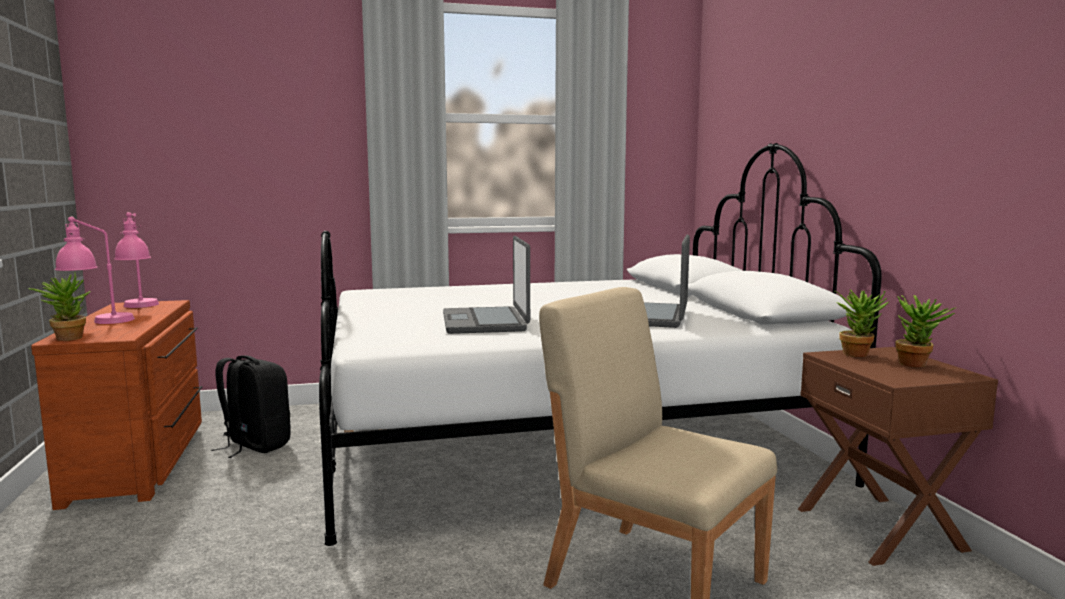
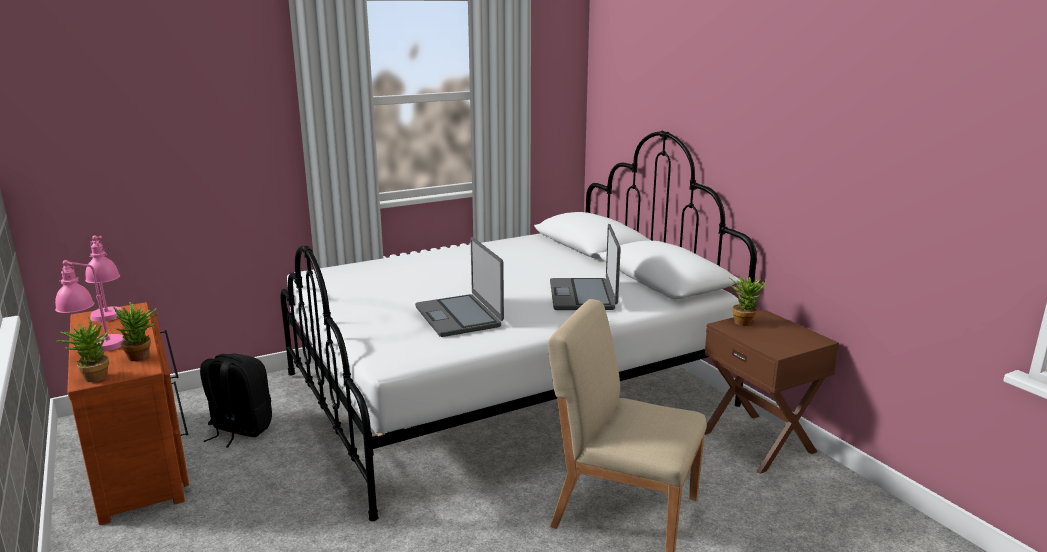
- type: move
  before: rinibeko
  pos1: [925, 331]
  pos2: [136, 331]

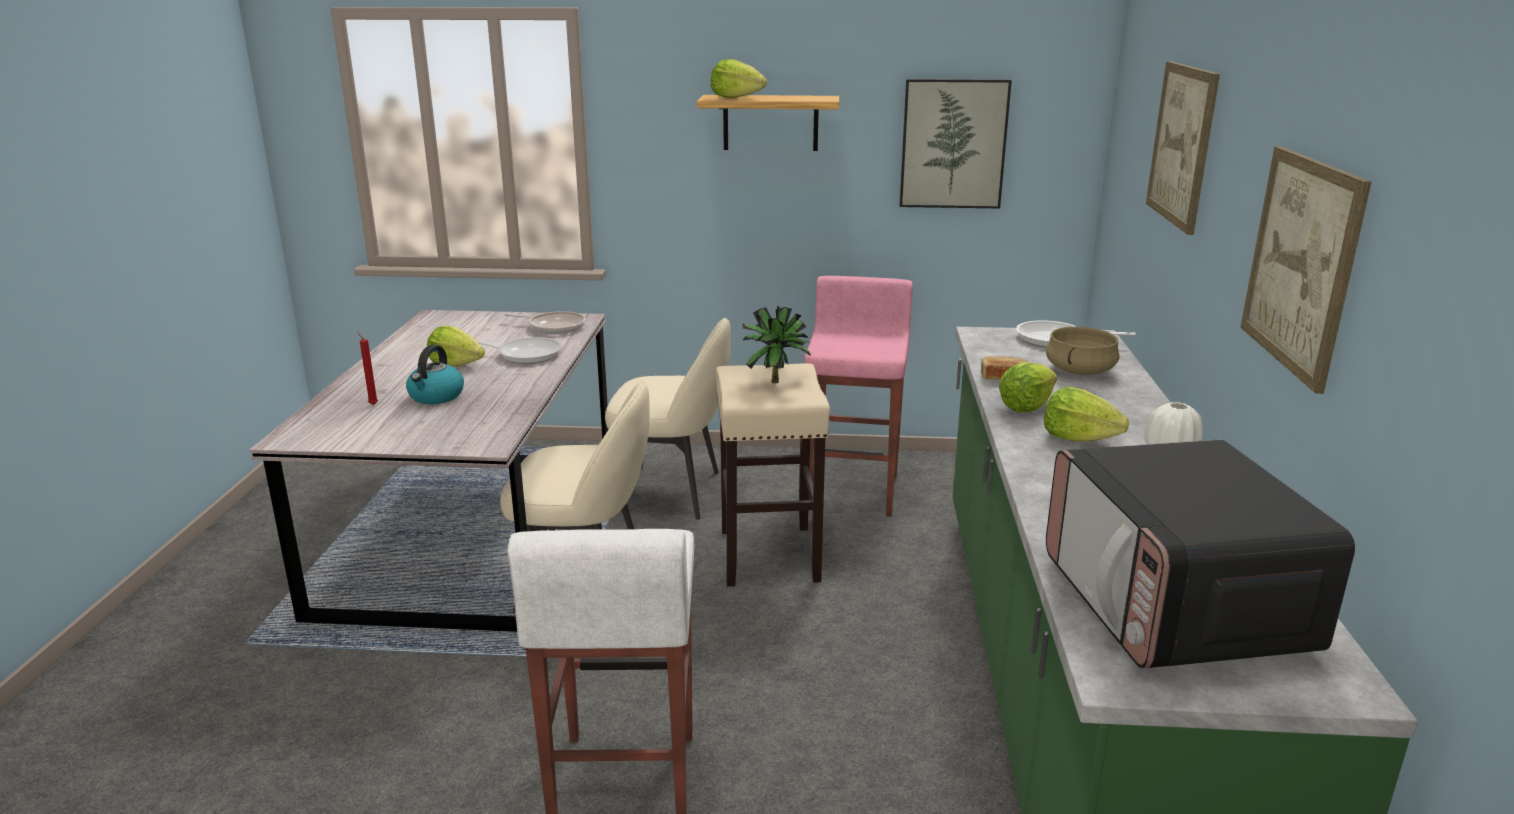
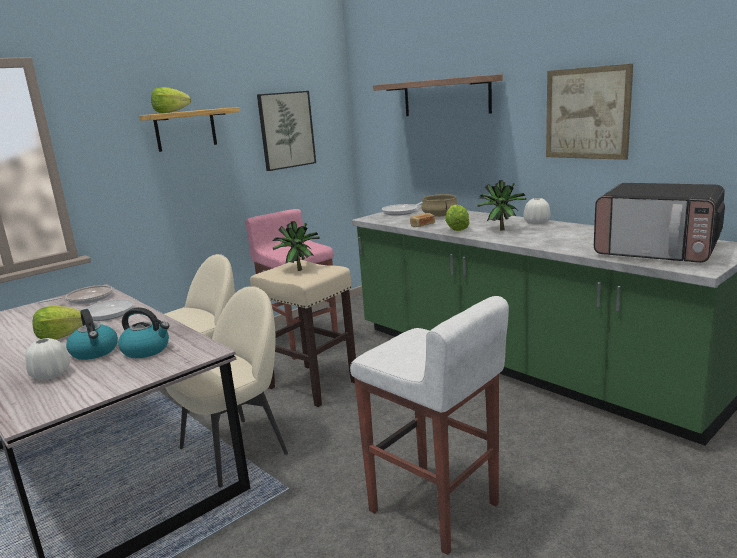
- type: insert
  after: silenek
  pos2: [144, 332]
- type: replace
  before: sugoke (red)
  after: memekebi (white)
  pos1: [368, 368]
  pos2: [47, 359]
- type: replace
  before: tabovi
  after: rinibeko
  pos1: [1086, 414]
  pos2: [502, 205]
- type: replace
  before: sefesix
  after: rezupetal
  pos1: [1183, 148]
  pos2: [438, 95]

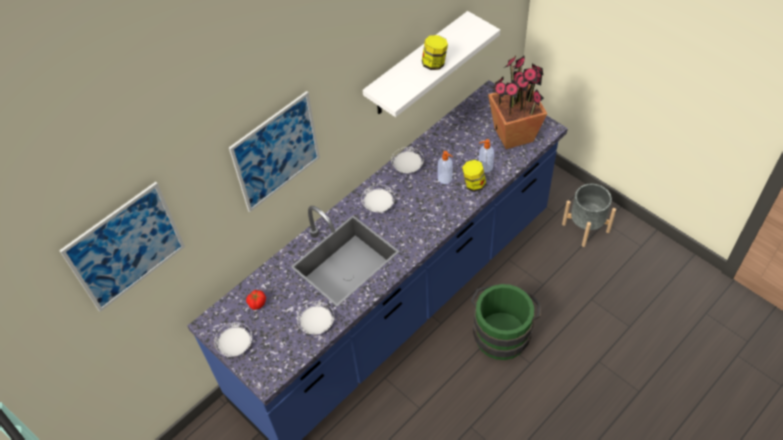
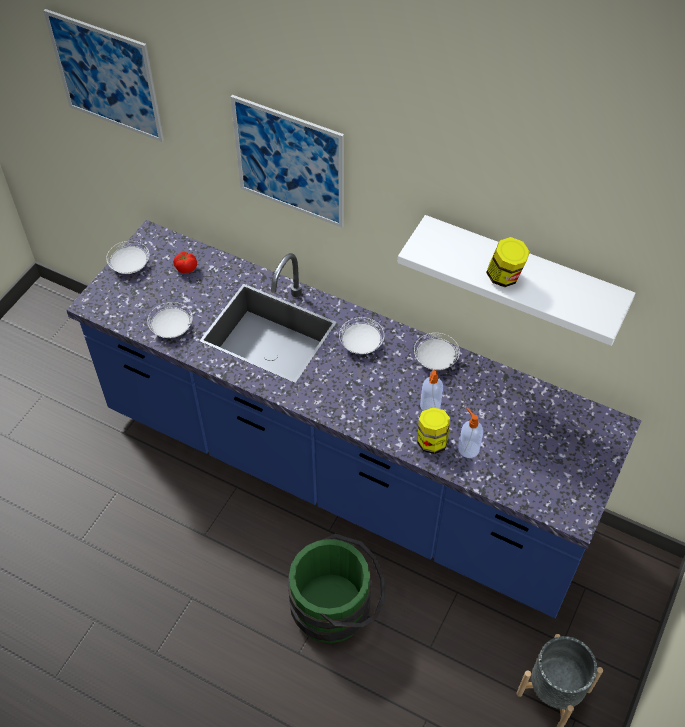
- type: delete
  before: rinibeko
  pos1: [517, 102]

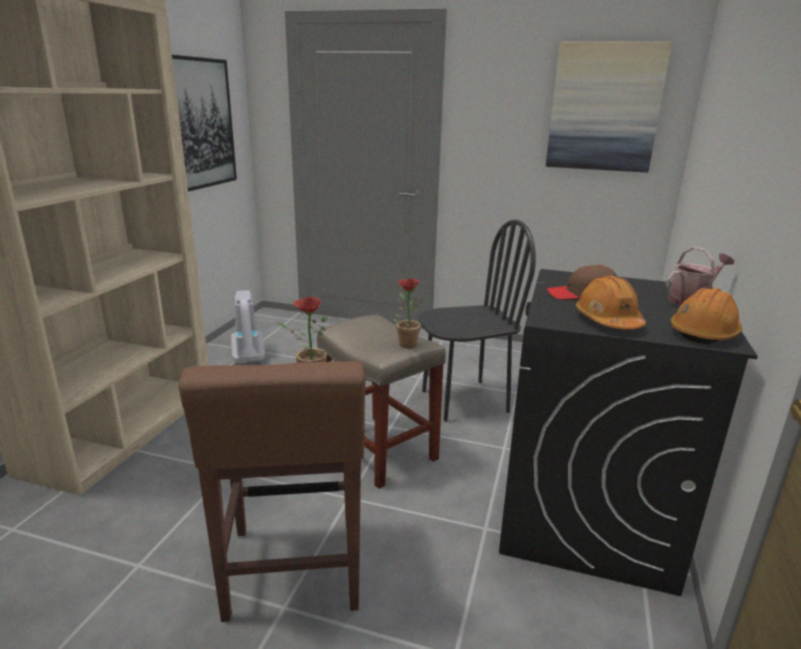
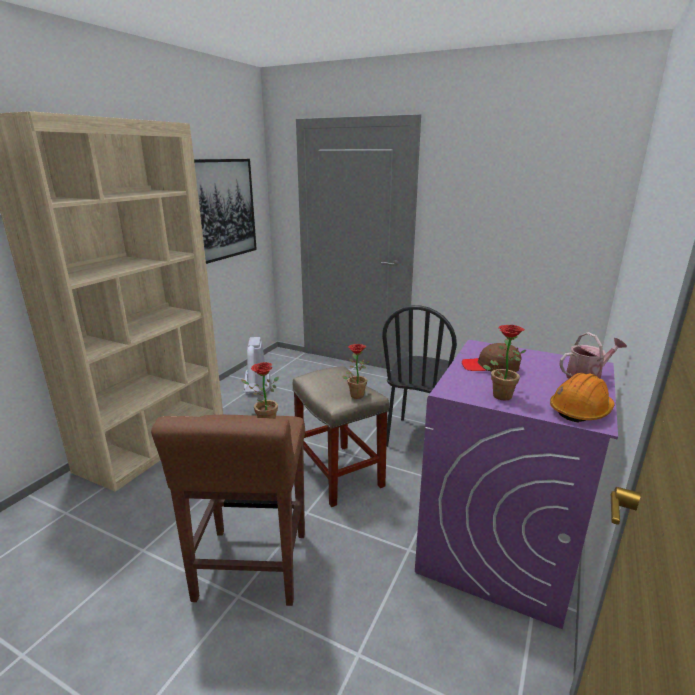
- type: delete
  before: sefesix
  pos1: [609, 106]
- type: replace
  before: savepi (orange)
  after: rinibeko
  pos1: [611, 302]
  pos2: [505, 362]
- type: recolor
  before: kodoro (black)
  after: kodoro (purple)
  pos1: [628, 432]
  pos2: [516, 484]
- type: rotate
  before: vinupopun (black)
  pos1: [477, 320]
  pos2: [419, 376]
  turn: 120

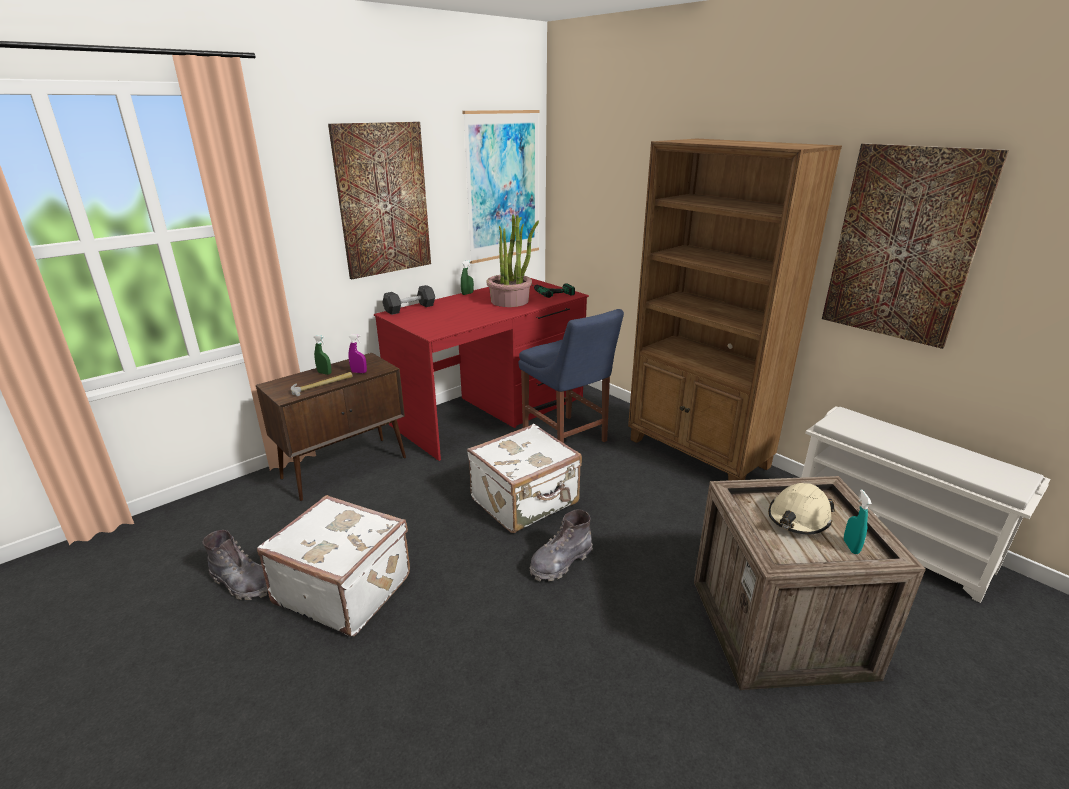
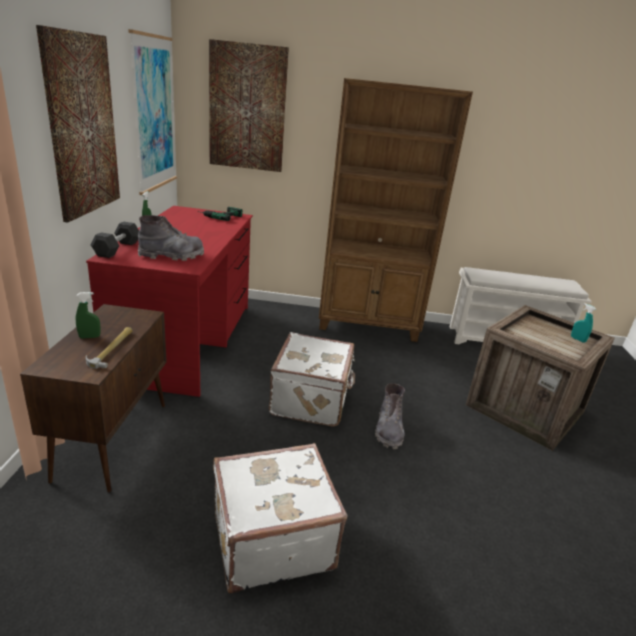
- type: delete
  before: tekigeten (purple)
  pos1: [357, 353]
- type: delete
  before: rinibeko
  pos1: [512, 260]
- type: delete
  before: vinupopun (blue)
  pos1: [571, 376]
- type: delete
  before: savepi (beige)
  pos1: [801, 508]
- type: move
  before: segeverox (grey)
  pos1: [235, 565]
  pos2: [171, 238]
- type: move
  before: sefesix
  pos1: [915, 246]
  pos2: [249, 105]

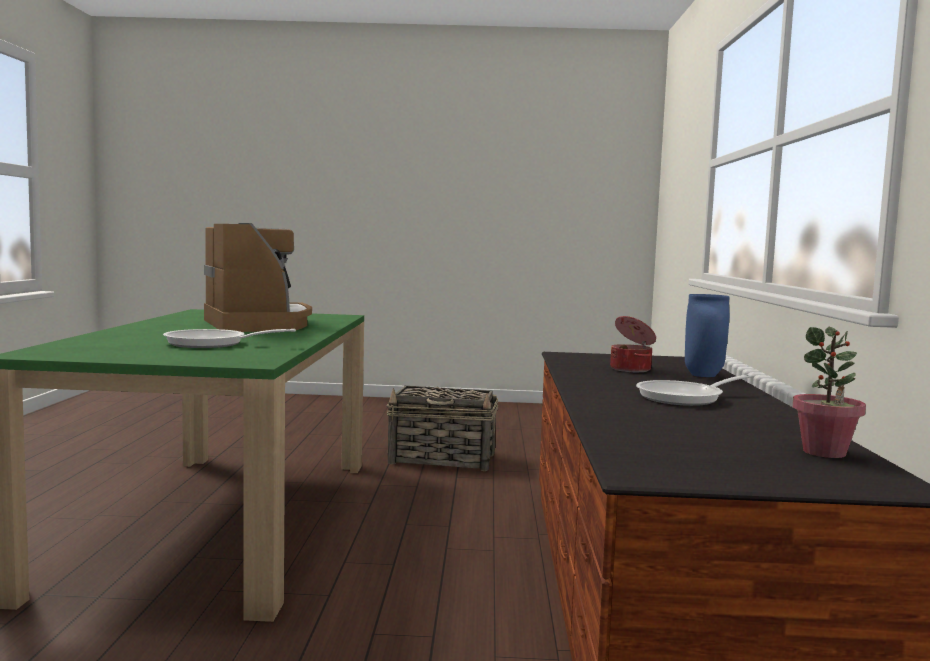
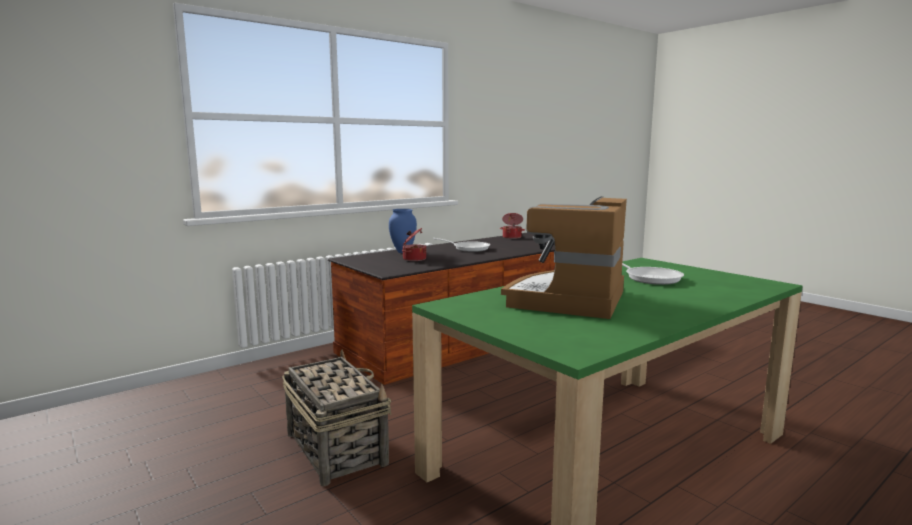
- type: replace
  before: rinibeko
  after: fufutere
  pos1: [829, 392]
  pos2: [512, 226]

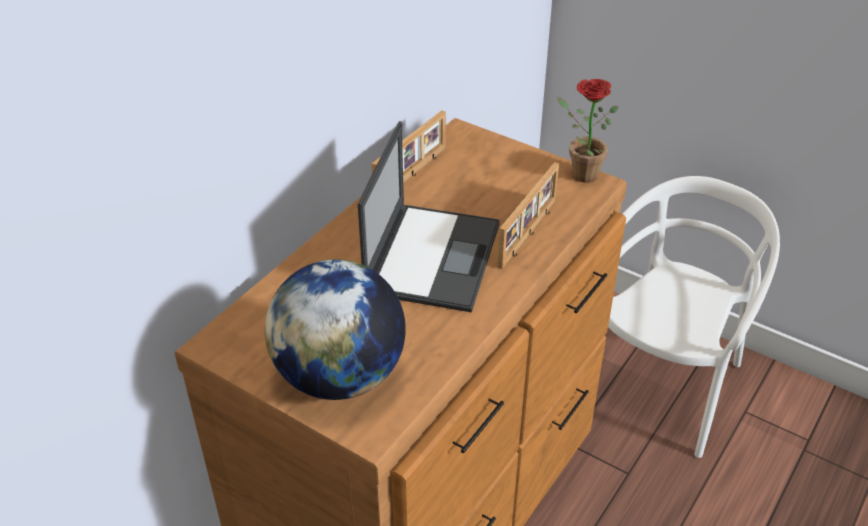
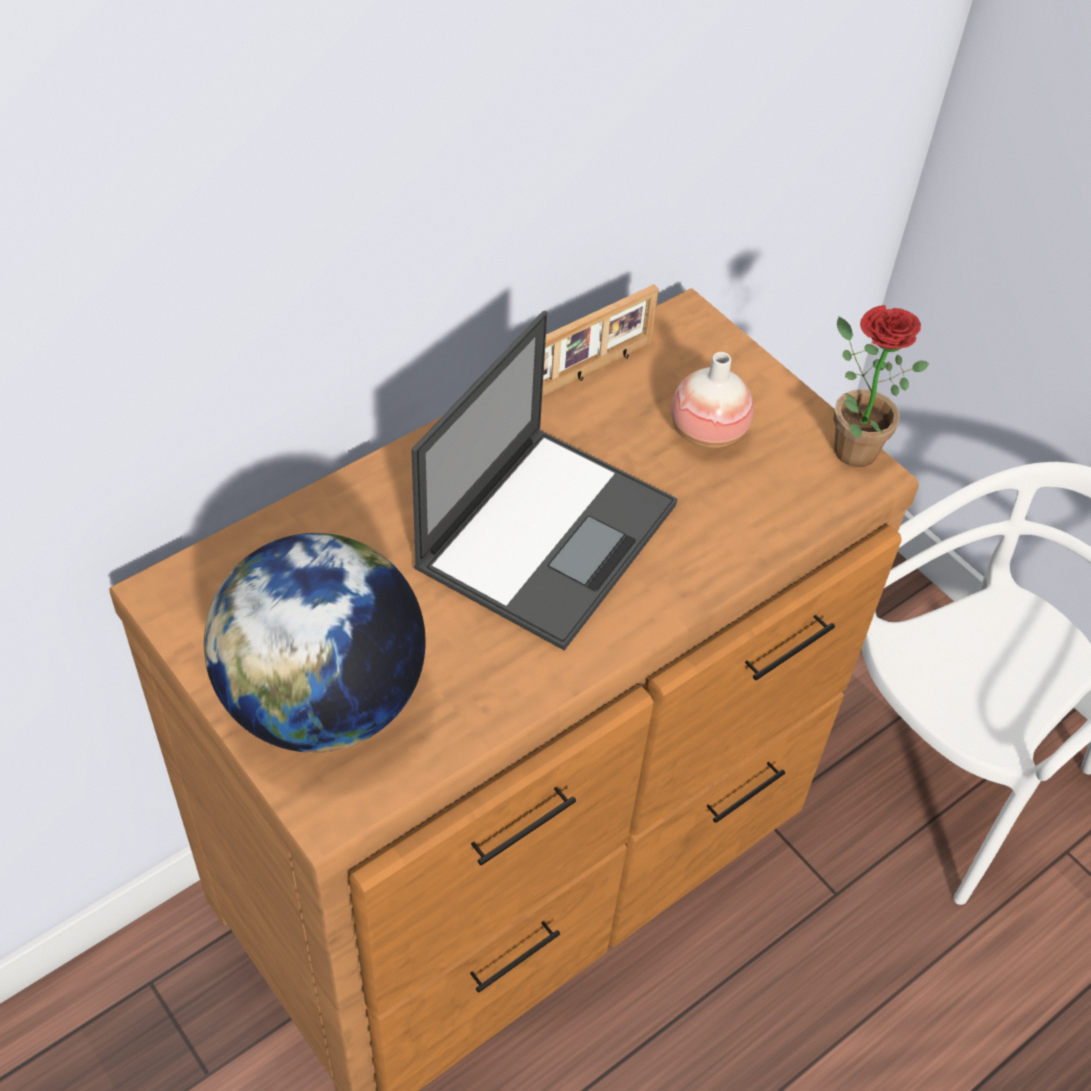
- type: delete
  before: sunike
  pos1: [528, 215]
- type: insert
  after: memekebi
  pos2: [712, 400]

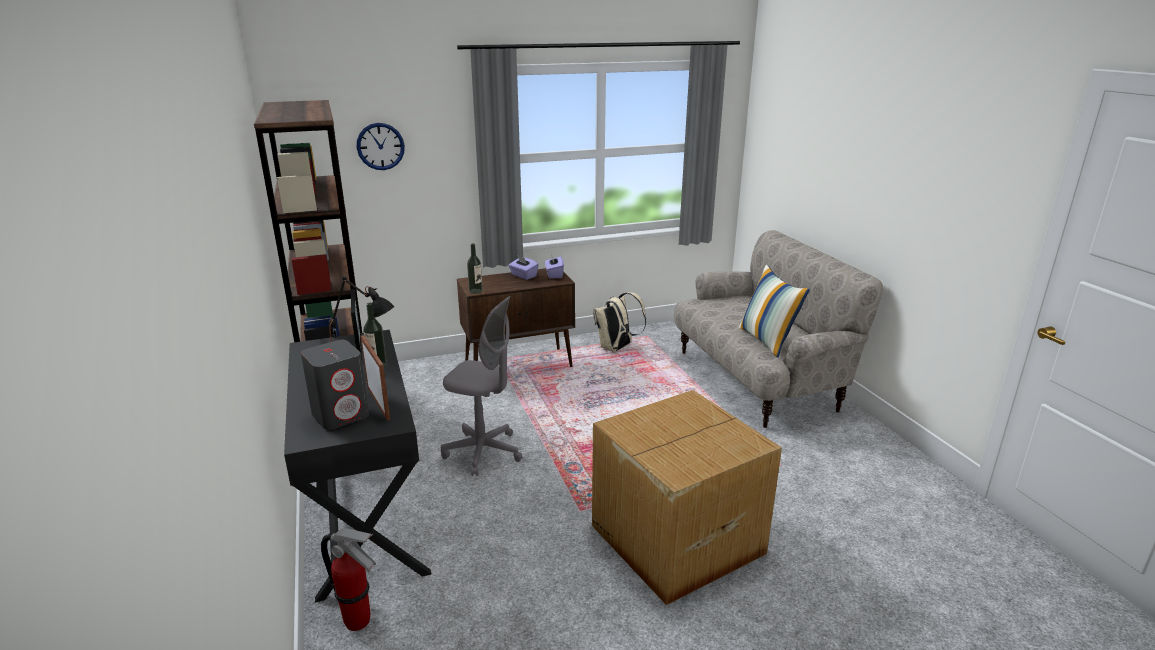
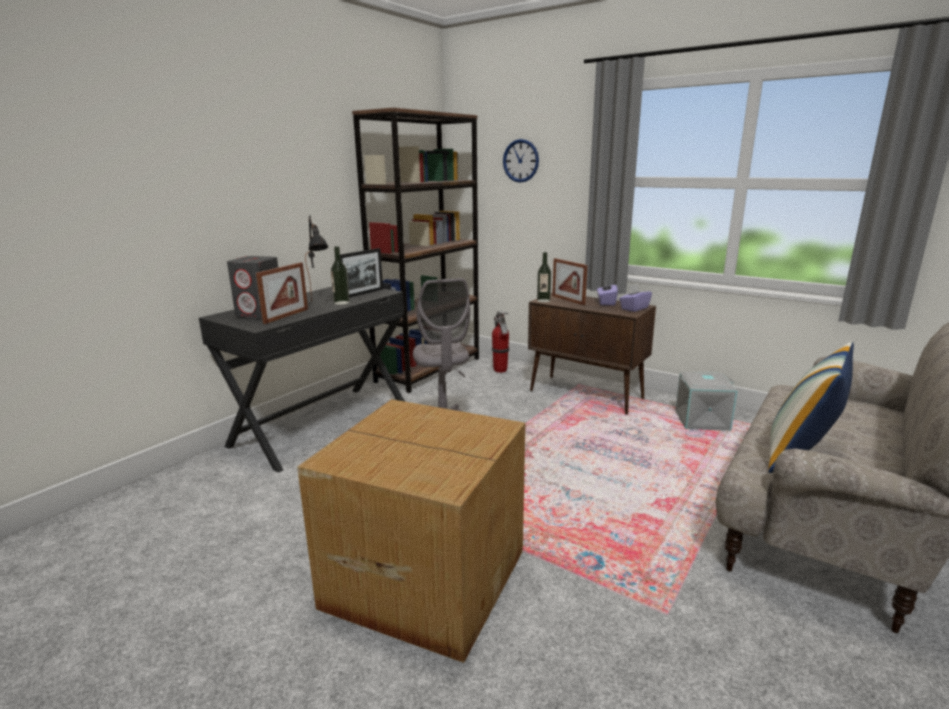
- type: insert
  after: sunike
  pos2: [569, 281]
- type: move
  before: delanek
  pos1: [348, 579]
  pos2: [500, 342]
- type: replace
  before: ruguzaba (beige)
  after: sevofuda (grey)
  pos1: [619, 322]
  pos2: [706, 401]

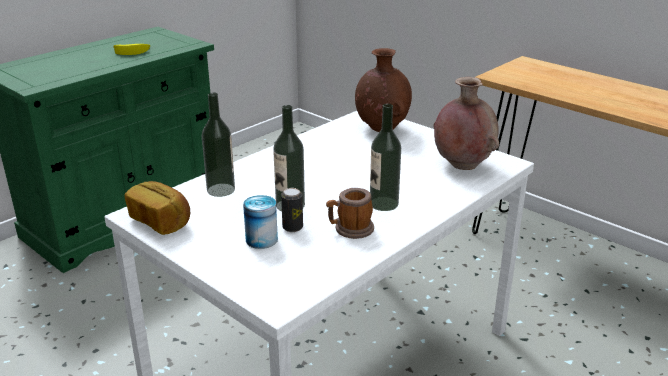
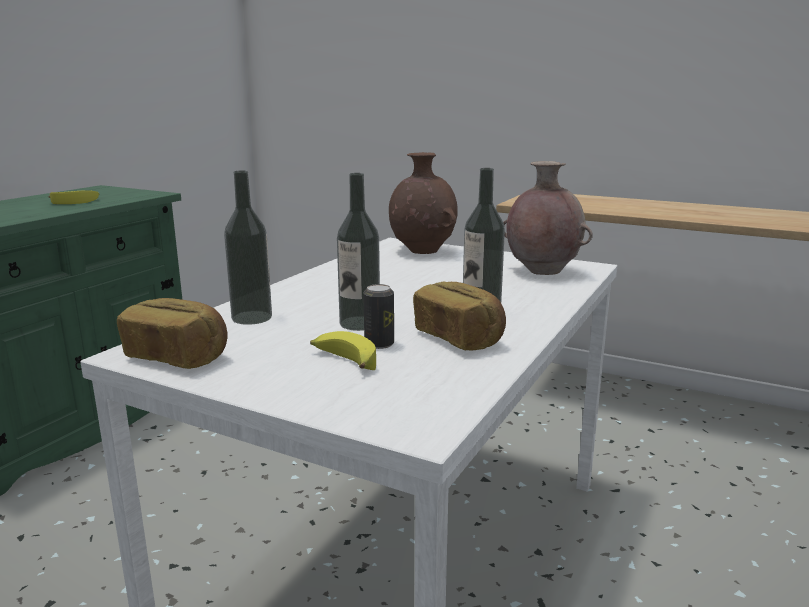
- type: replace
  before: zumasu
  after: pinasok
  pos1: [260, 222]
  pos2: [343, 350]
- type: replace
  before: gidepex
  after: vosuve
  pos1: [350, 213]
  pos2: [459, 316]

